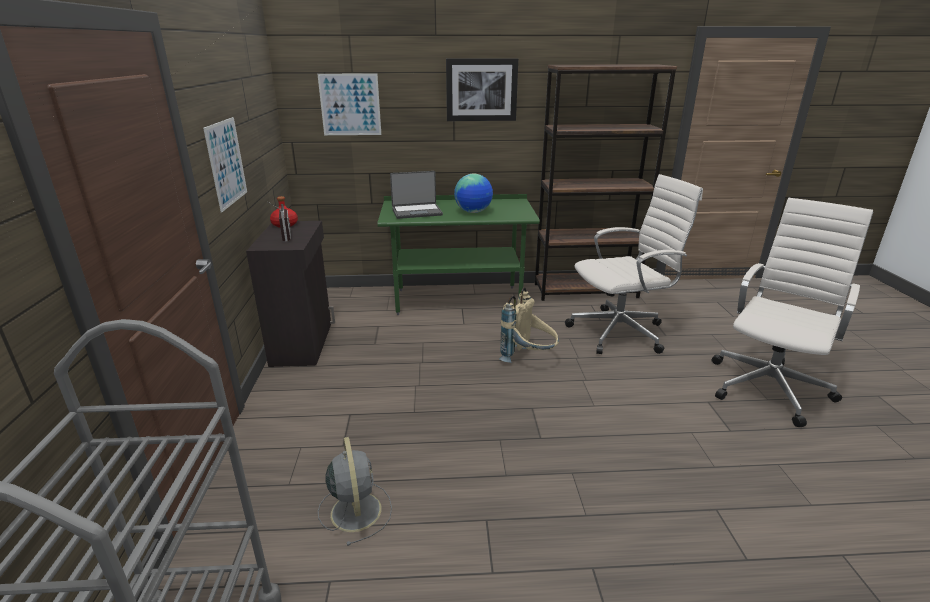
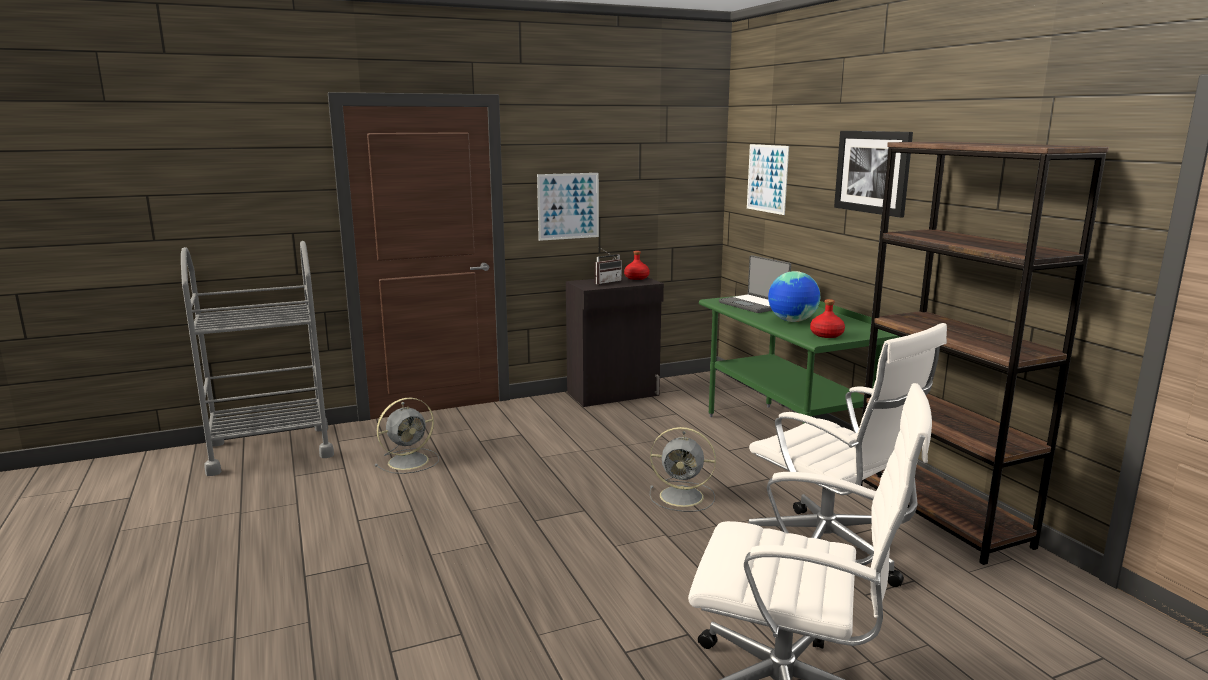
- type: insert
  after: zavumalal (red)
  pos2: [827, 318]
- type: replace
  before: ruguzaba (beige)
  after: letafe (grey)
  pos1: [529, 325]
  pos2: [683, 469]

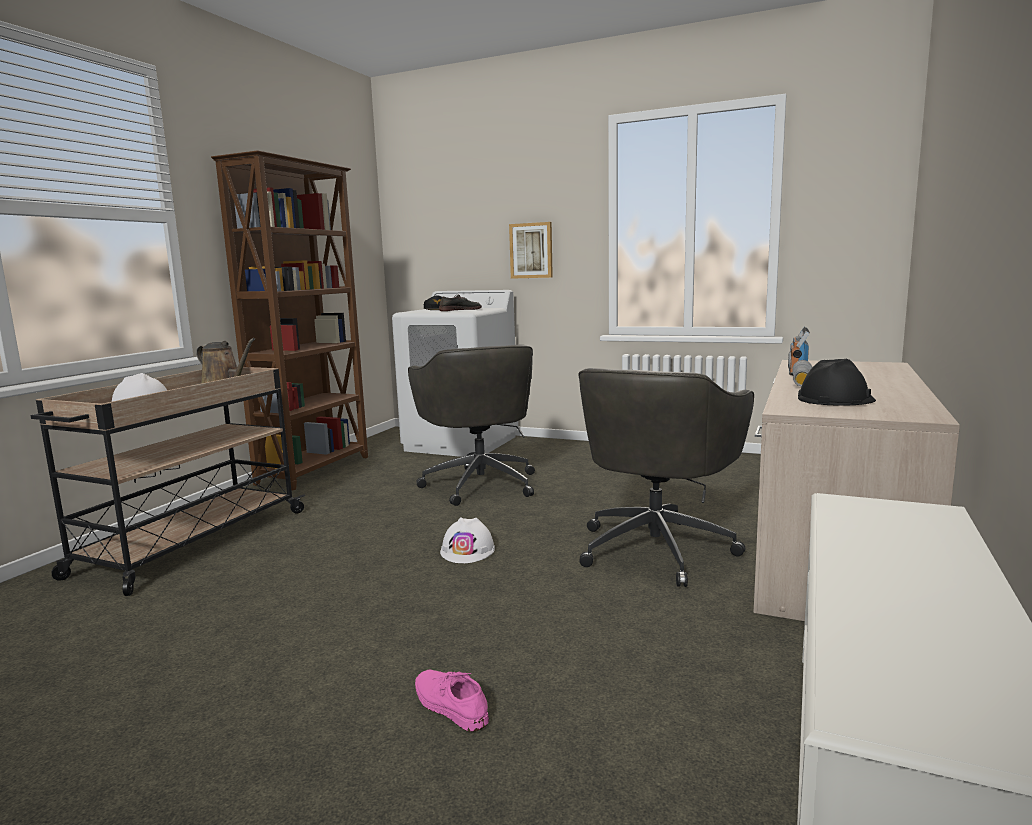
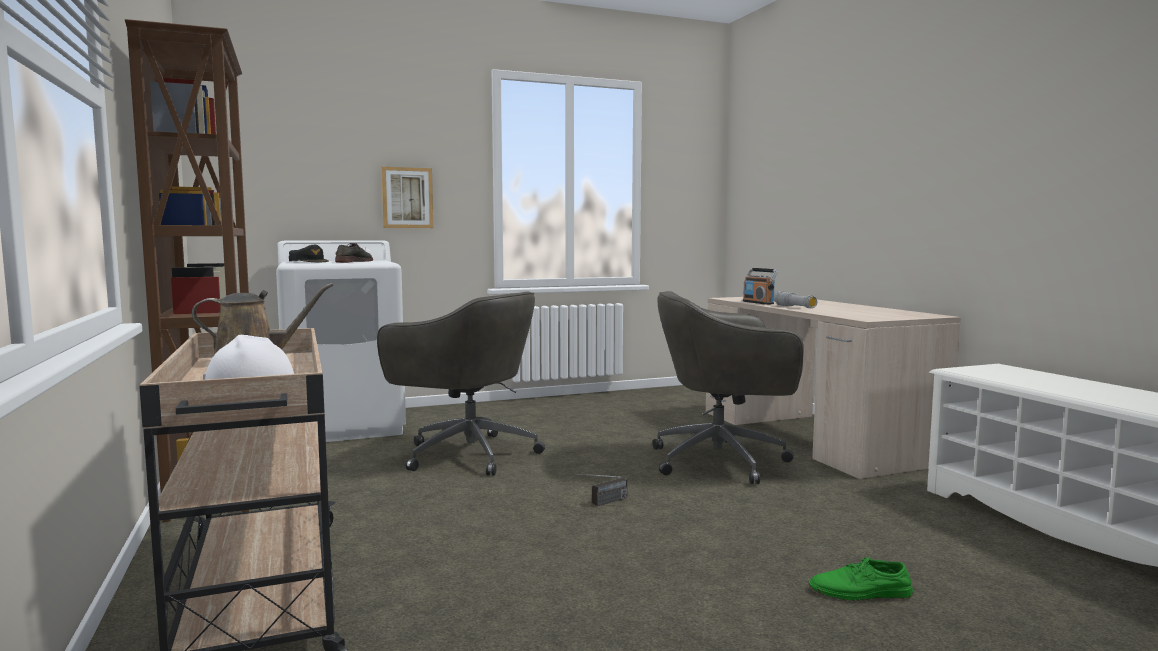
- type: delete
  before: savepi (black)
  pos1: [837, 382]
- type: replace
  before: savepi (white)
  after: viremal
  pos1: [467, 540]
  pos2: [601, 490]
- type: recolor
  before: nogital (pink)
  after: nogital (green)
  pos1: [452, 701]
  pos2: [860, 578]
- type: rotate
  before: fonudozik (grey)
  pos1: [666, 477]
  pos2: [728, 387]
  turn: 105

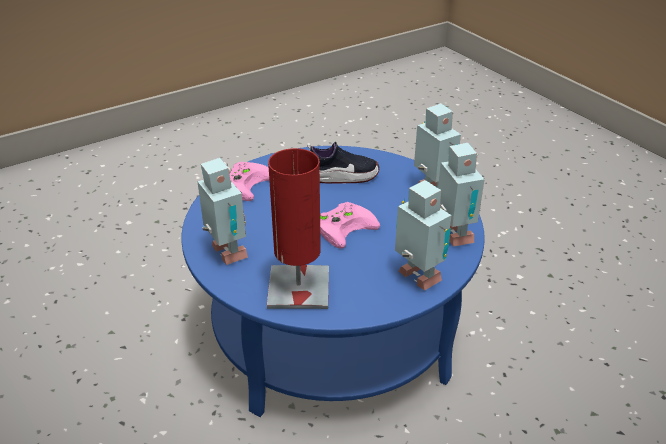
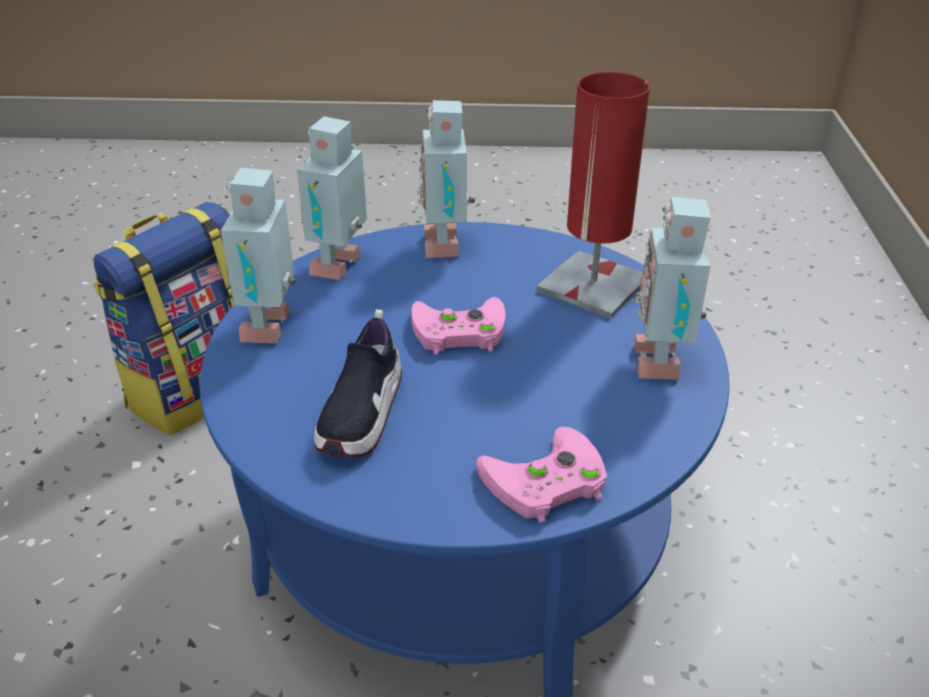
- type: insert
  after: ruguzaba
  pos2: [163, 318]
- type: rotate
  before: nogital
  pos1: [343, 163]
  pos2: [358, 383]
  turn: -105

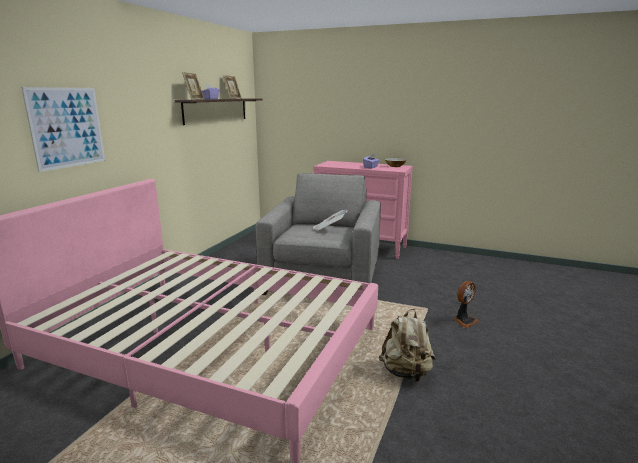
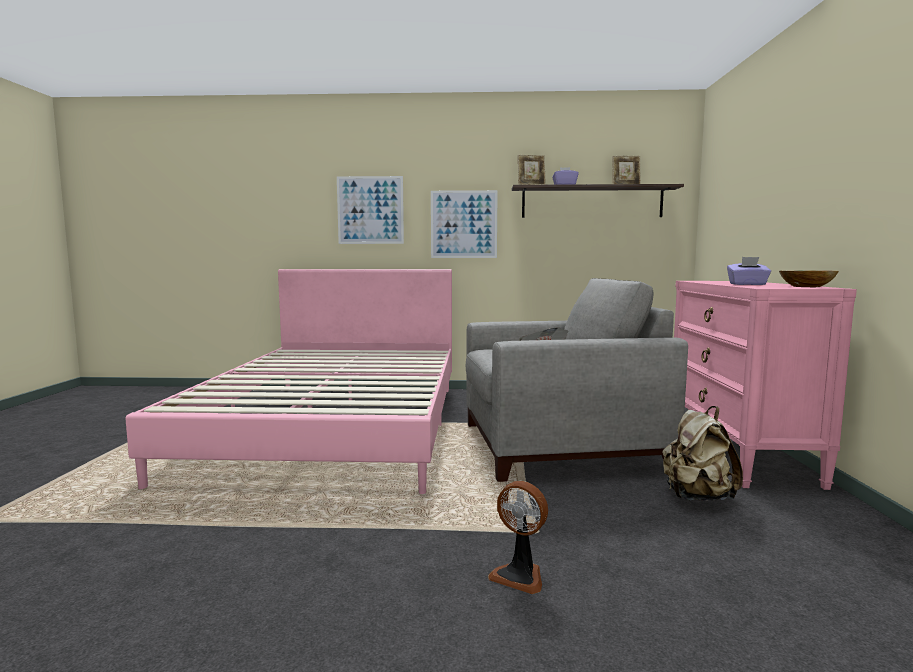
- type: insert
  after: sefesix
  pos2: [464, 224]
- type: move
  before: ruguzaba (beige)
  pos1: [407, 345]
  pos2: [702, 453]

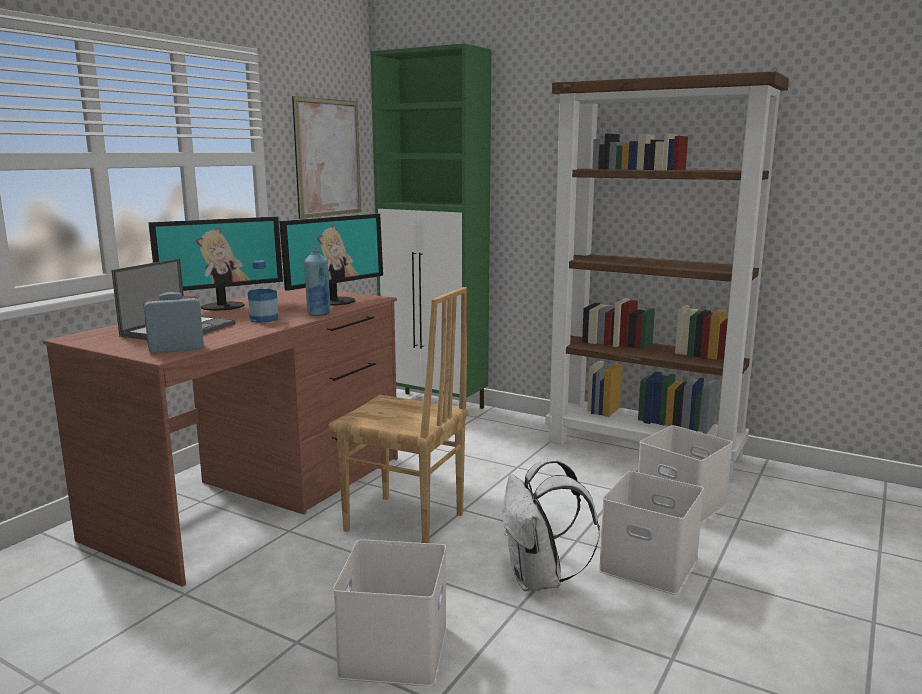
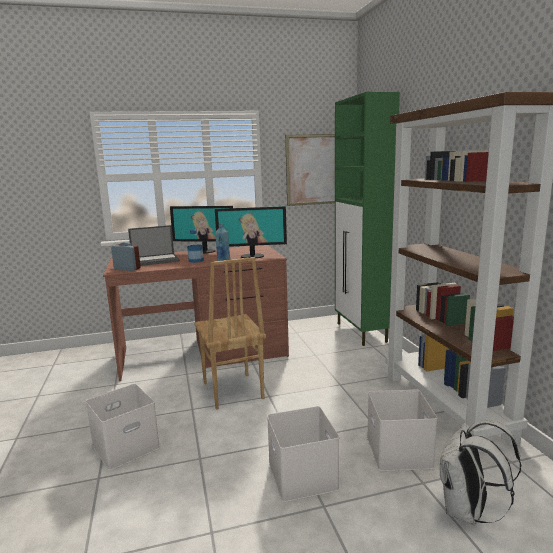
- type: move
  before: ruguzaba (white)
  pos1: [551, 524]
  pos2: [481, 472]

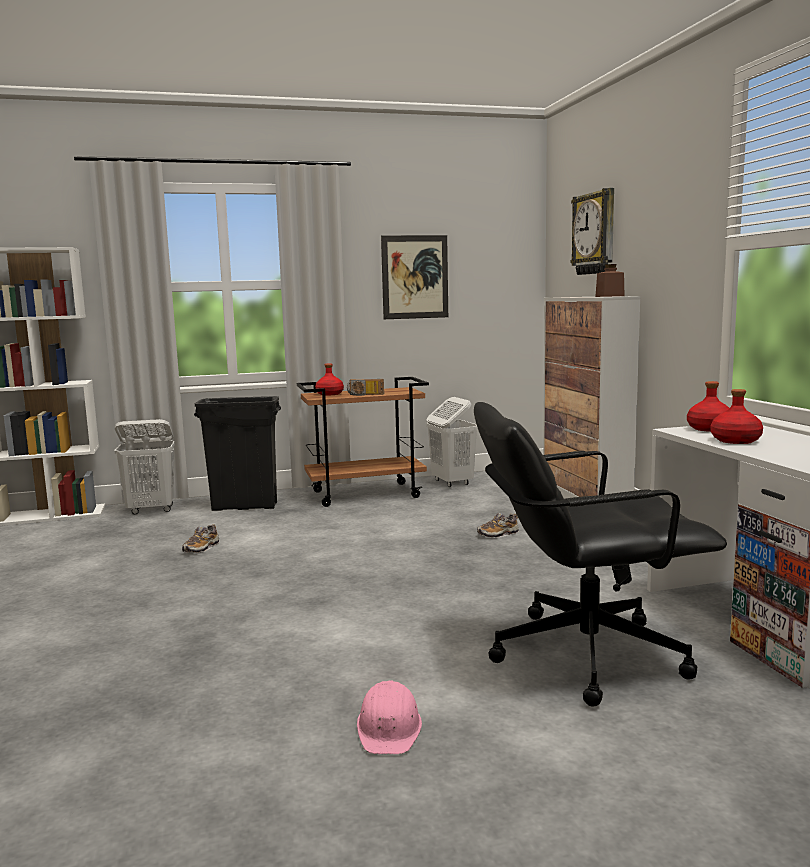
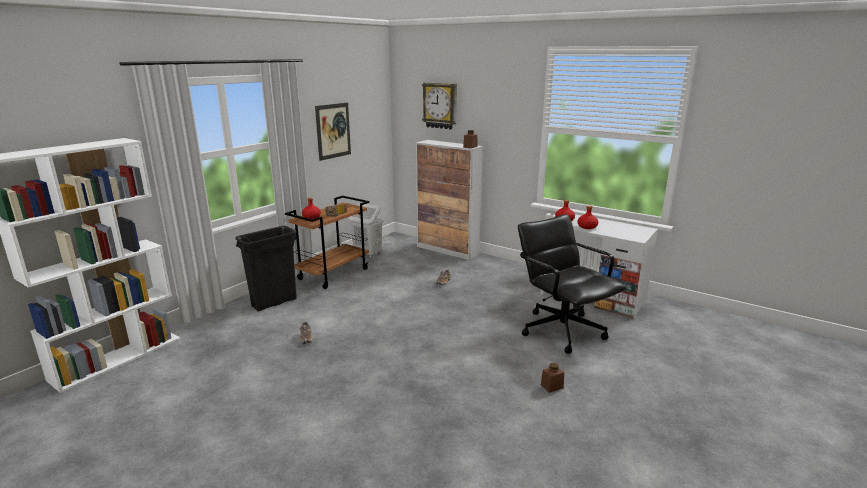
- type: delete
  before: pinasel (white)
  pos1: [144, 466]
- type: replace
  before: savepi (pink)
  after: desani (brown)
  pos1: [389, 717]
  pos2: [552, 378]
- type: rotate
  before: fonudozik (black)
  pos1: [600, 554]
  pos2: [572, 284]
  turn: 105

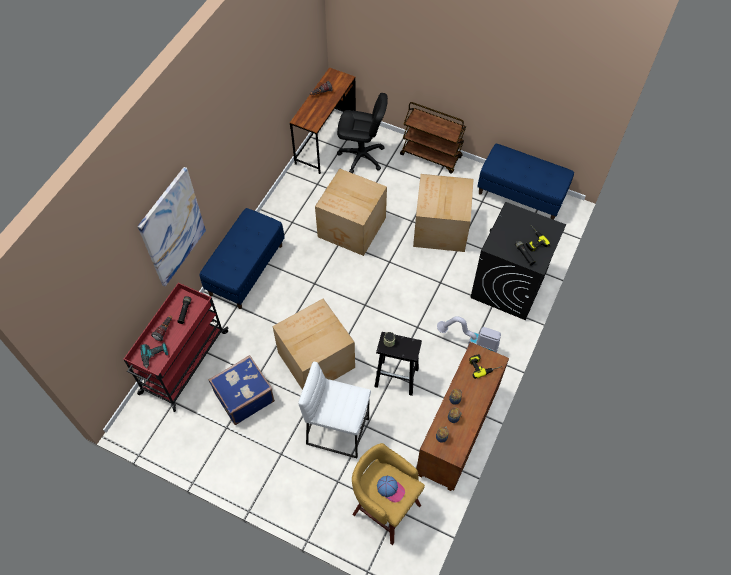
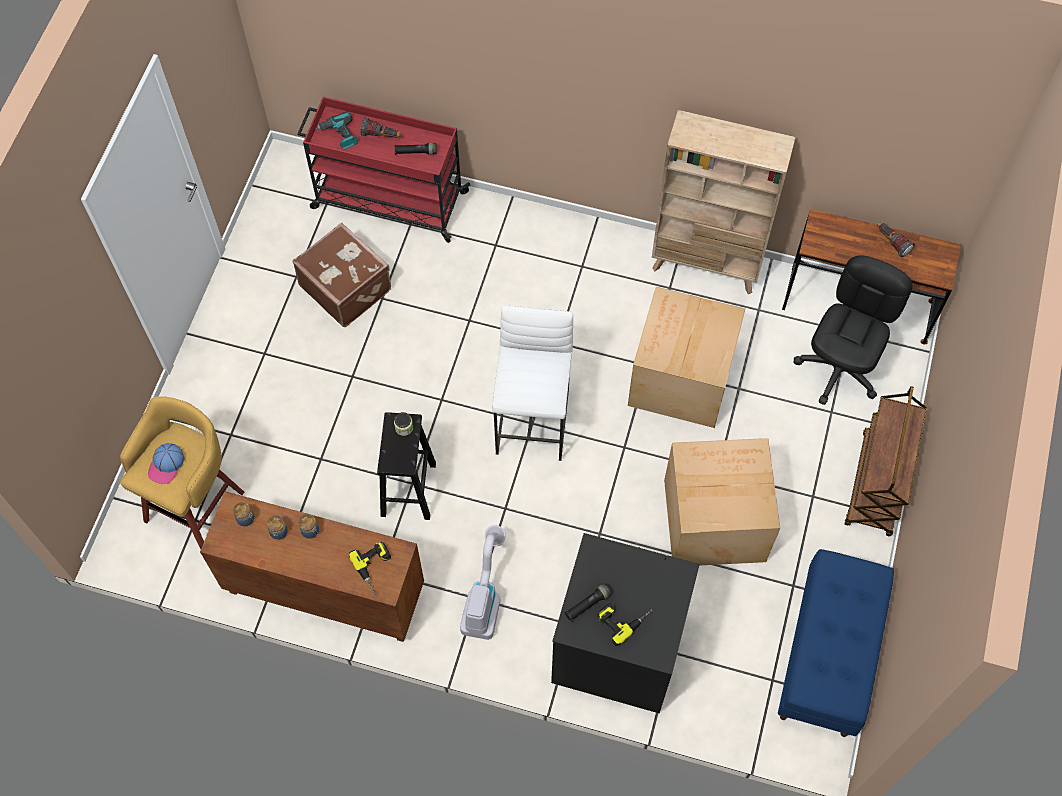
- type: delete
  before: sefesix
  pos1: [171, 226]
- type: delete
  before: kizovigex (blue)
  pos1: [242, 258]
- type: delete
  before: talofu
  pos1: [313, 344]
- type: insert
  after: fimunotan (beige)
  pos2: [724, 202]
- type: move
  before: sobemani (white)
  pos1: [334, 409]
  pos2: [532, 383]
- type: recolor
  before: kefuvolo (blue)
  after: kefuvolo (brown)
  pos1: [242, 390]
  pos2: [342, 275]
- type: rotate
  before: fonudozik (black)
  pos1: [362, 133]
  pos2: [853, 330]
  turn: -150

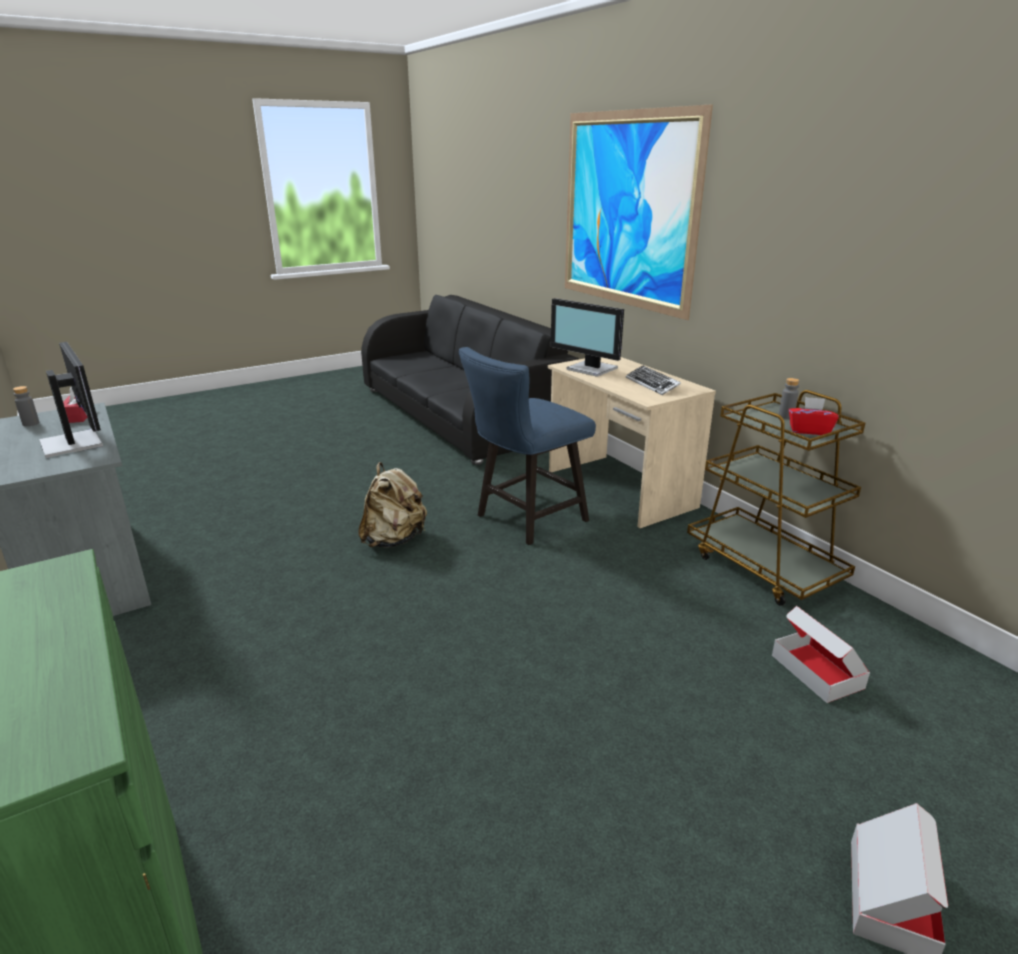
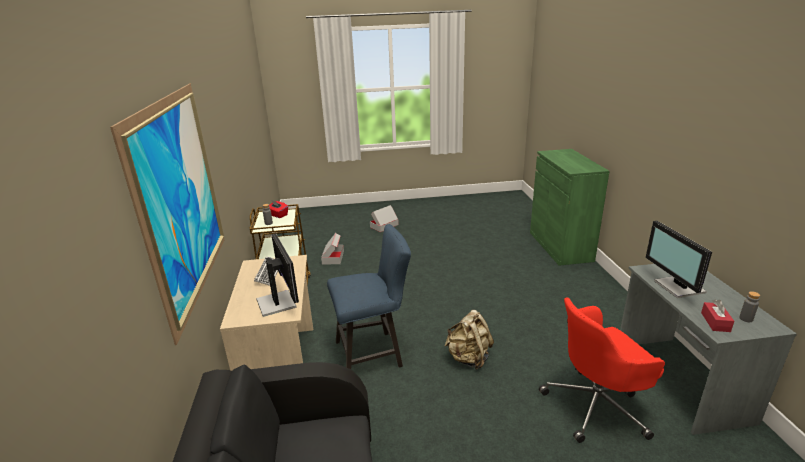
- type: insert
  after: fonudozik (red)
  pos2: [602, 370]

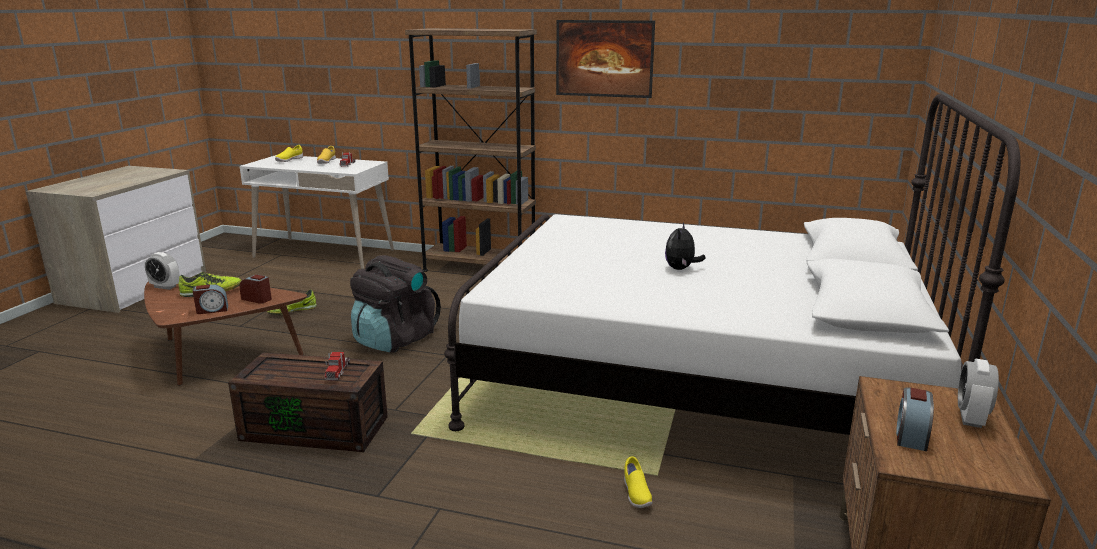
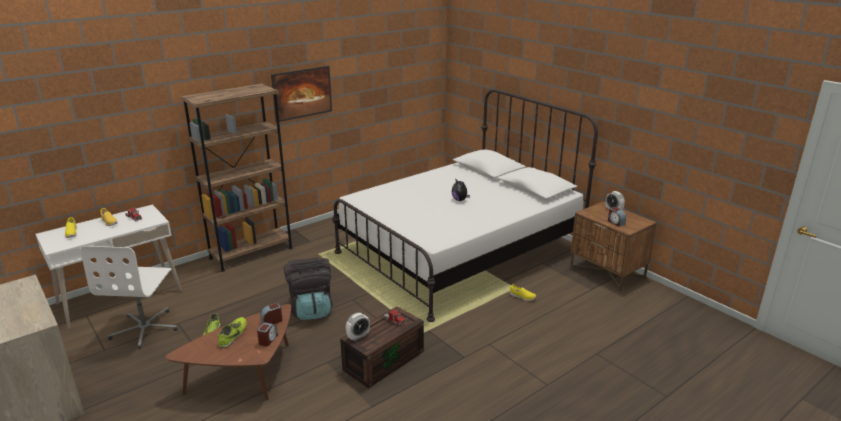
- type: insert
  after: fonudozik (white)
  pos2: [129, 297]
- type: move
  before: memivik
  pos1: [162, 271]
  pos2: [358, 327]

